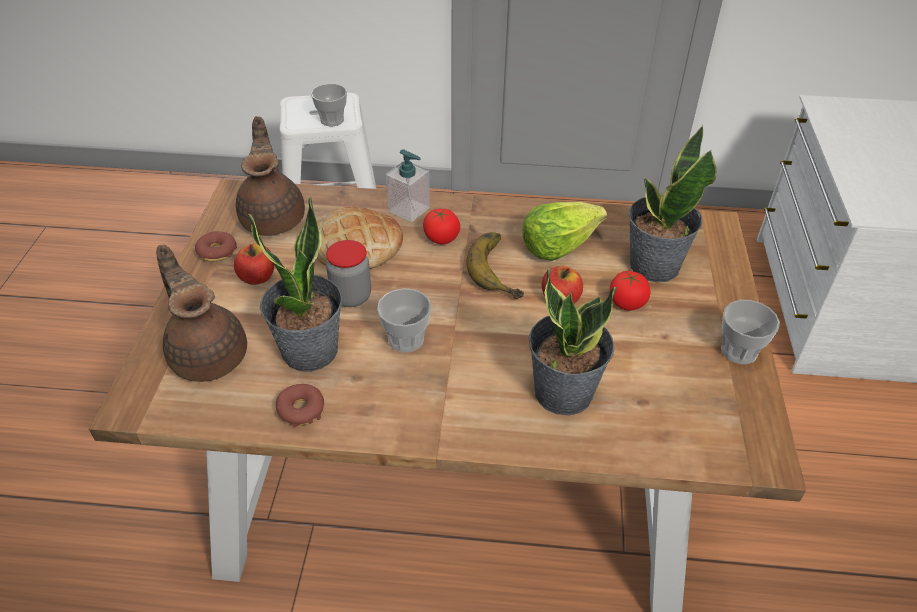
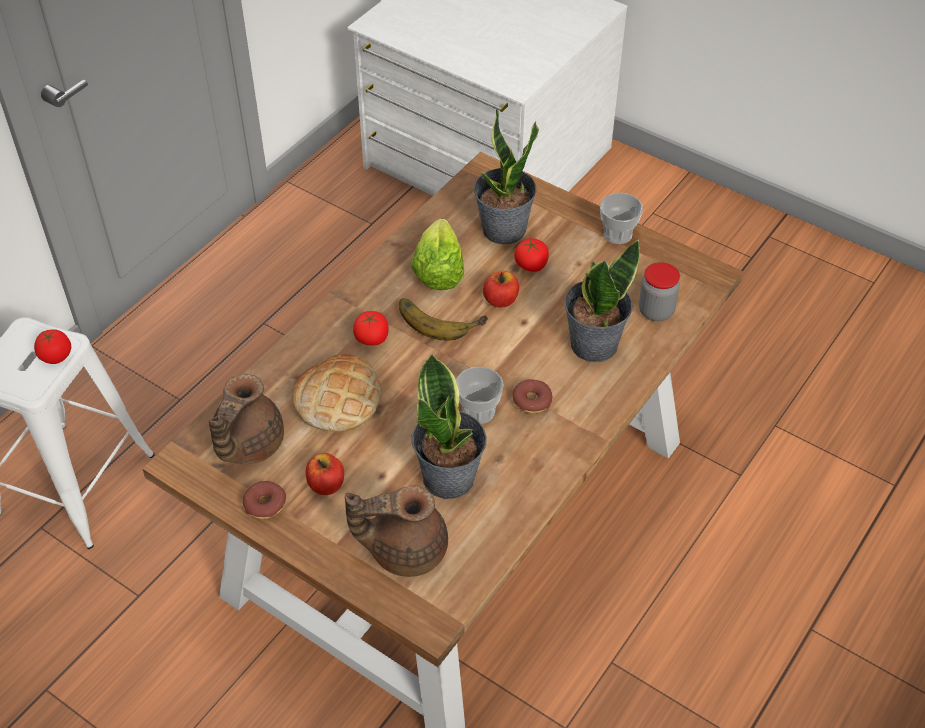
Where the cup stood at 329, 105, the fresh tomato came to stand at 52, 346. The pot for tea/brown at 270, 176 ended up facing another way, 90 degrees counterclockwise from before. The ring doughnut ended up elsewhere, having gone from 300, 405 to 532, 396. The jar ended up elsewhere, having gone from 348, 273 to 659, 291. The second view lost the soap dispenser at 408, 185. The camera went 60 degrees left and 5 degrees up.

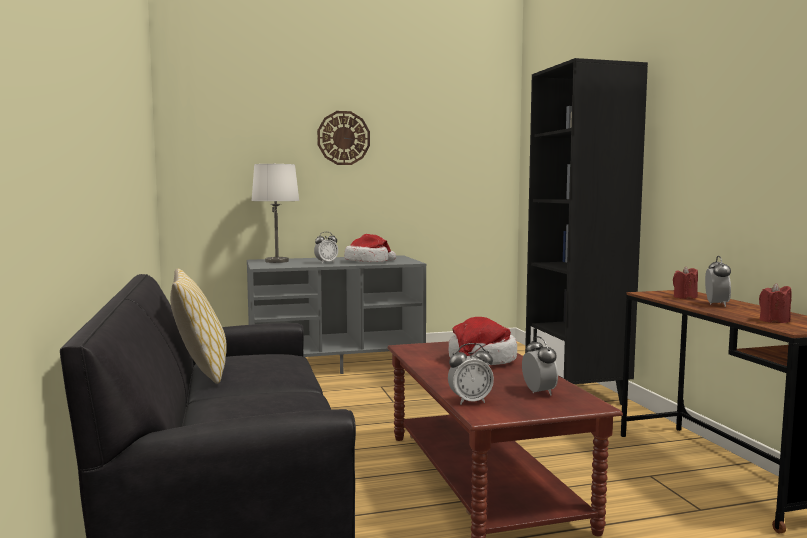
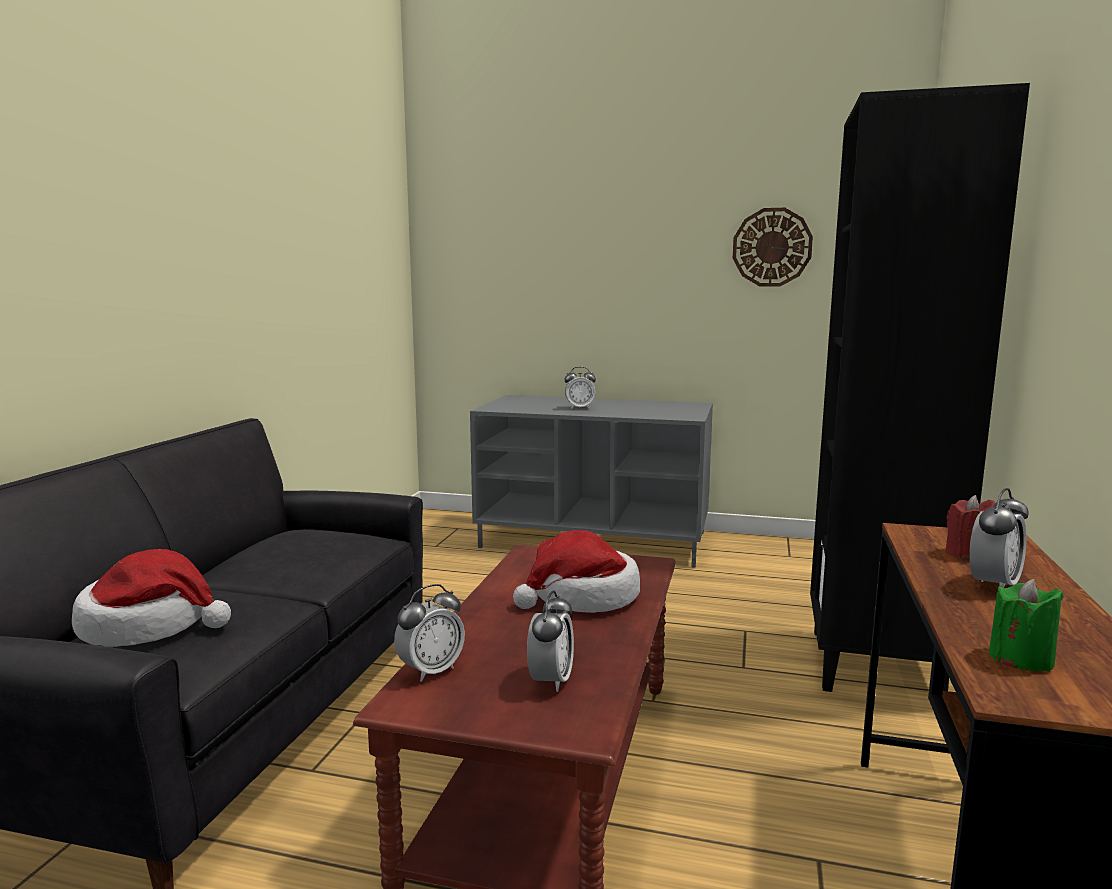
The clothing hat ended up elsewhere, having gone from 370, 248 to 151, 598. The alarm clock at 471, 374 ended up facing another way, 60 degrees counterclockwise from before. The hanging clock ended up elsewhere, having gone from 343, 138 to 773, 247. What was the wax candle/red at 775, 303 turned into the wax candle/green-coloured at 1026, 625. The second view lost the cushion at 198, 326. The second view lost the tabletop lamp/white-coloured at 275, 213. The camera went 30 degrees right and 5 degrees up.

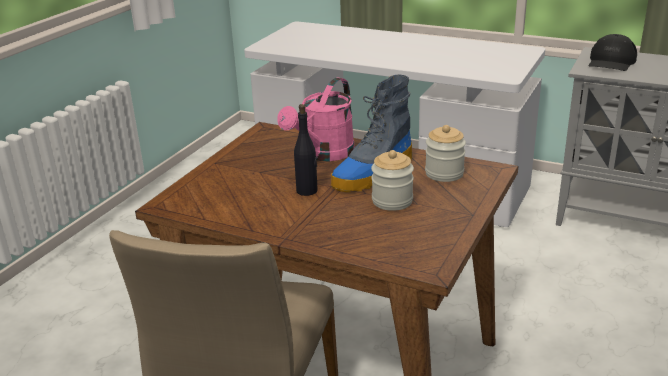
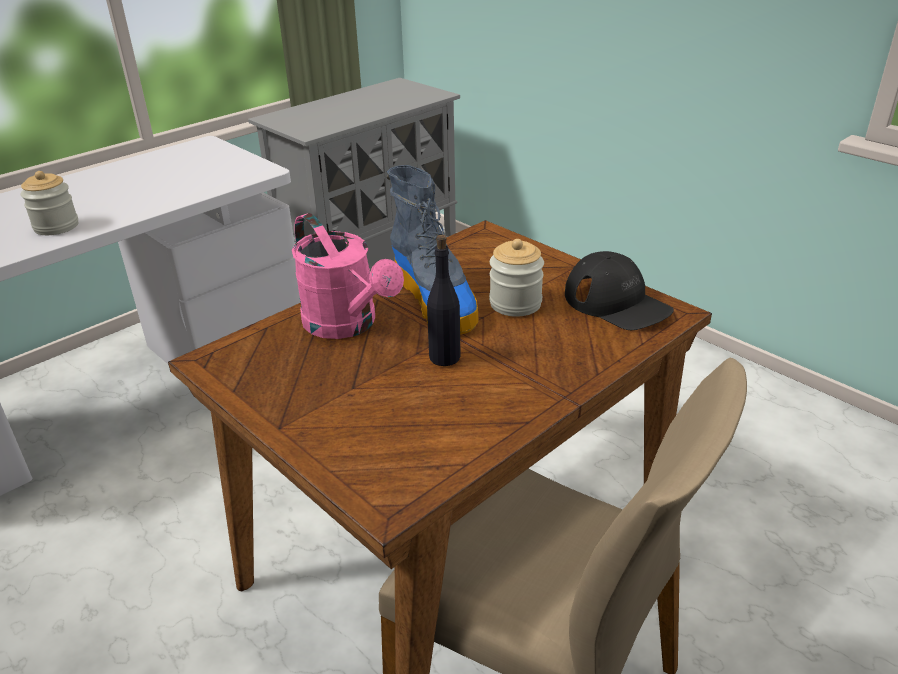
The jar ended up elsewhere, having gone from 445, 153 to 49, 203. The cap/black ended up elsewhere, having gone from 612, 52 to 619, 290. The camera went 70 degrees left and 5 degrees up.

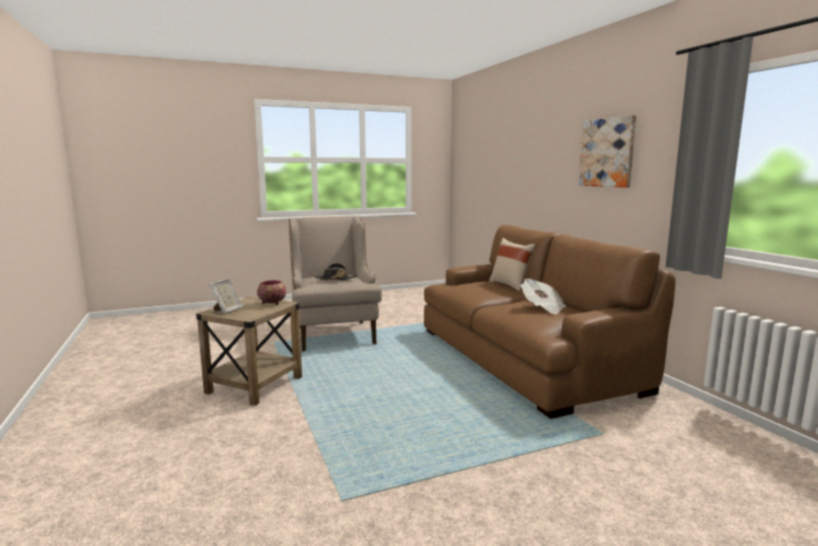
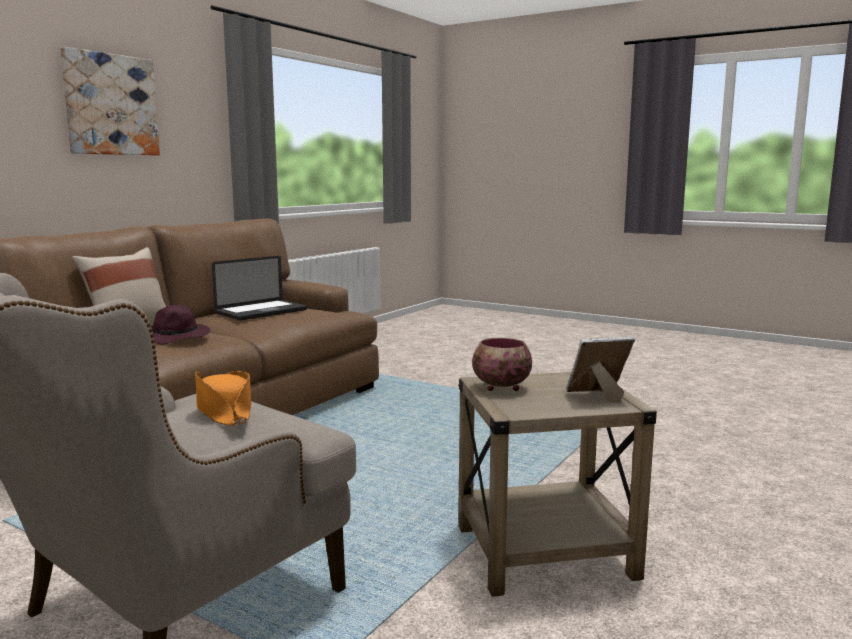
The second view gained the clothing hat/purple-coloured at 180, 324. What was the clothing hat/black at 335, 272 turned into the clothing hat/orange at 223, 398. Where the printed paper stood at 543, 296, the laptop came to stand at 259, 288. The camera went 125 degrees left and 0 degrees up.

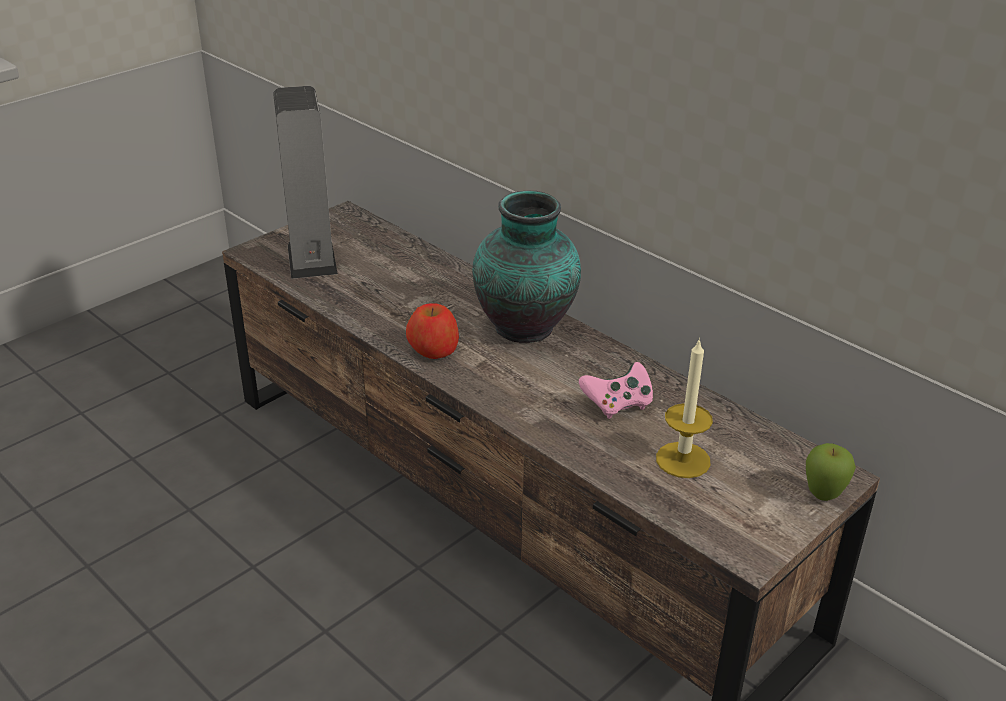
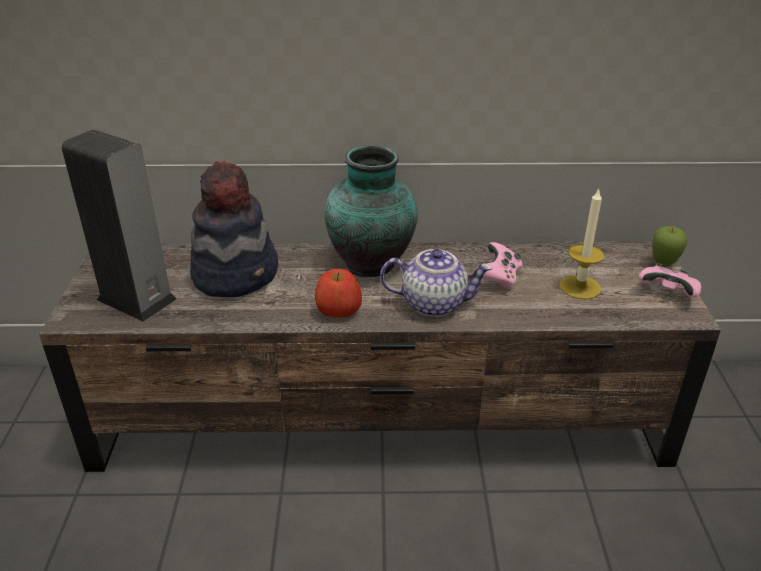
The second view gained the clothing hat at 234, 229. The second view gained the pot for tea at 436, 283. The second view gained the joypad/pinkish at 670, 280. The camera went 45 degrees left and 0 degrees up.

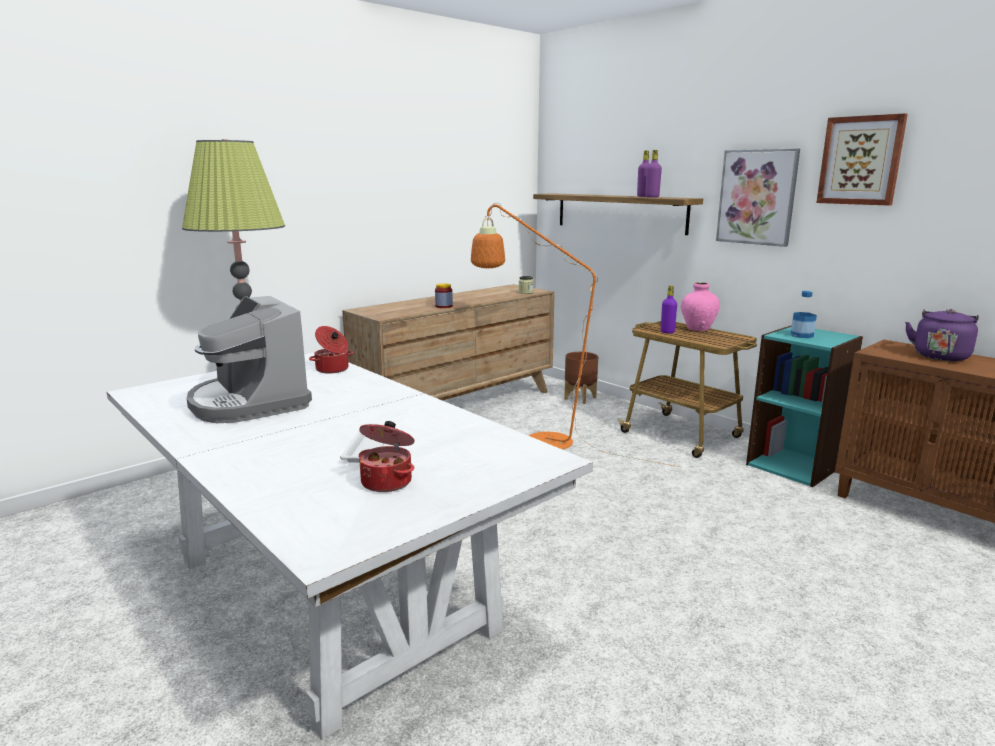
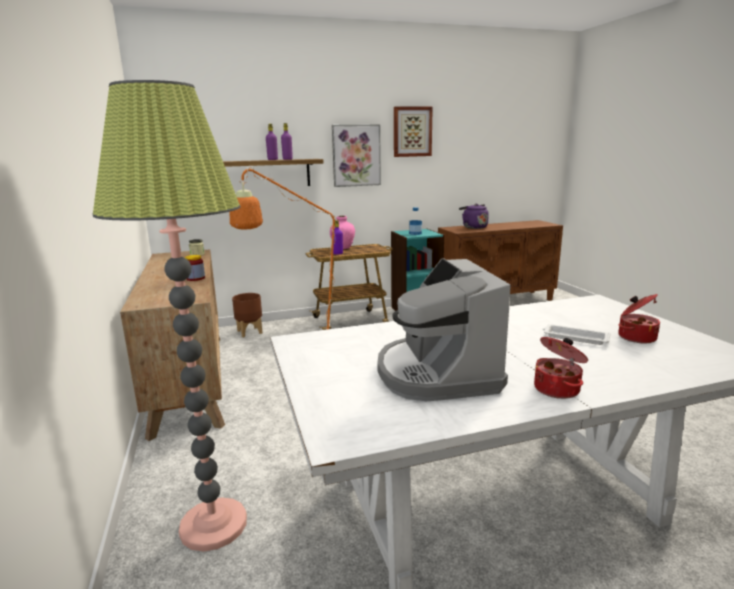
The coffee machine at 249, 359 ended up facing another way, 90 degrees clockwise from before. The saucepot ended up elsewhere, having gone from 331, 349 to 561, 368. The camera went 65 degrees left and 0 degrees up.

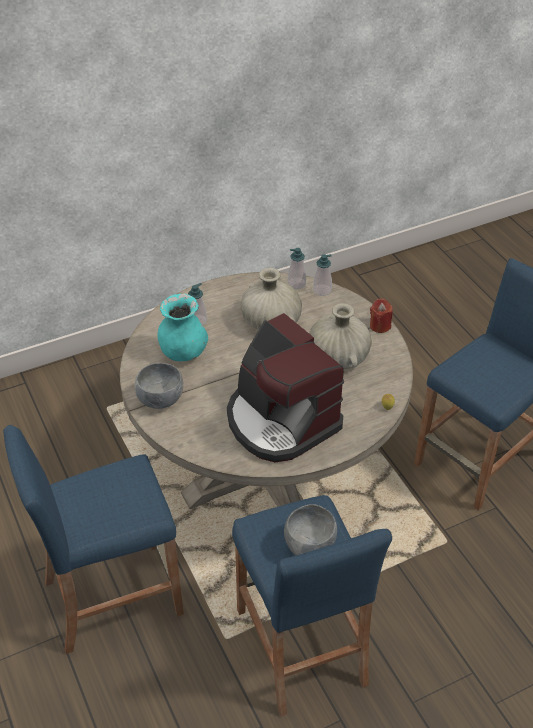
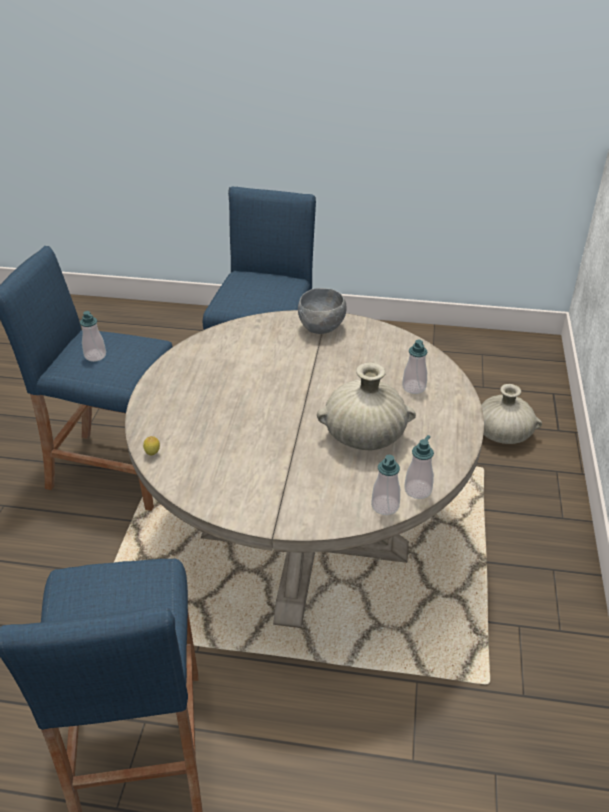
Where the bowl/grey stood at 310, 529, the soap dispenser came to stand at 93, 336. The decorative vase/beige-coloured ended up elsewhere, having gone from 340, 336 to 511, 414. The second view lost the decorative vase/blue-green at 183, 327. The second view lost the coffee machine at 285, 388. The second view lost the wax candle/red at 381, 316. The camera went 125 degrees right and 5 degrees down.

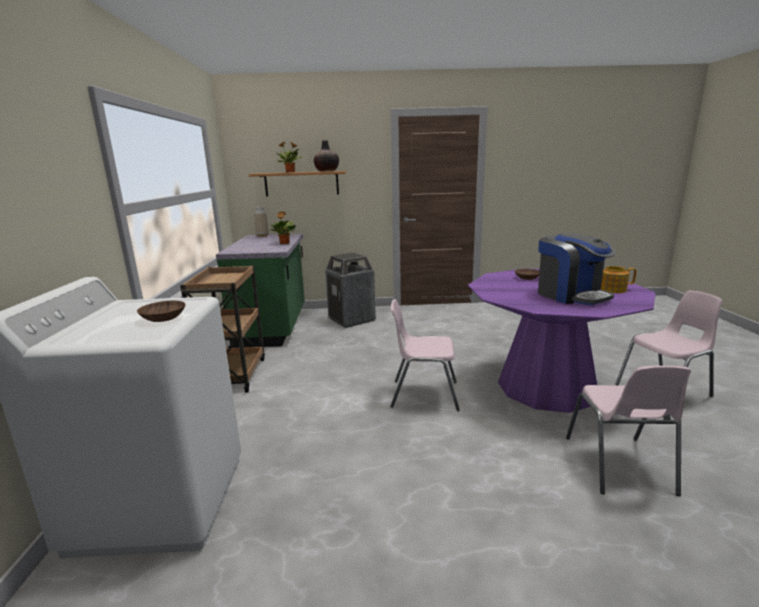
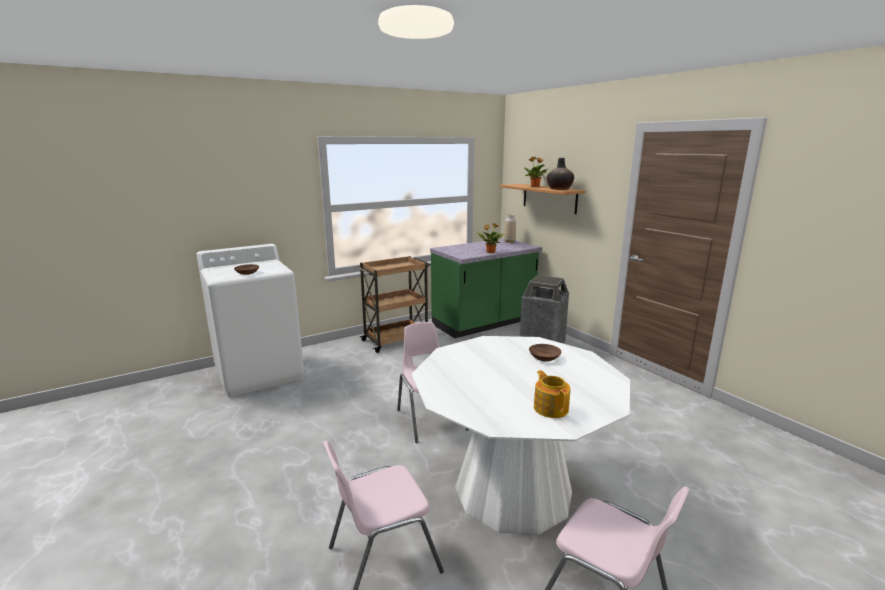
What was the dinner table/purple-coloured at 561, 340 turned into the dinner table/white-coloured at 521, 435. The second view lost the coffee machine at 577, 269. The camera went 60 degrees right and 0 degrees up.

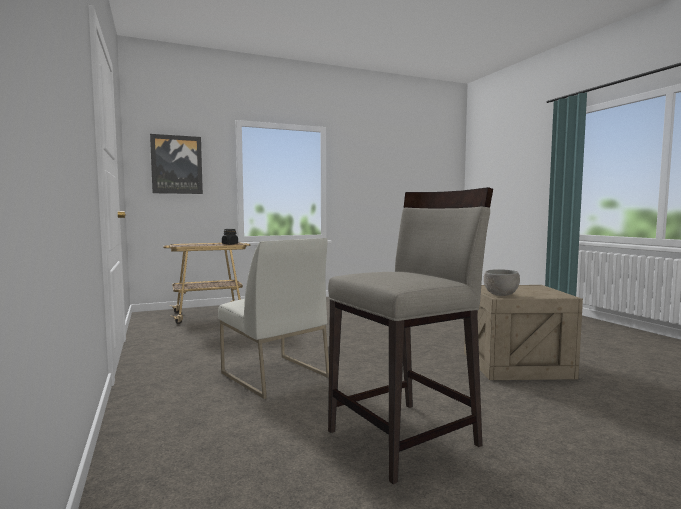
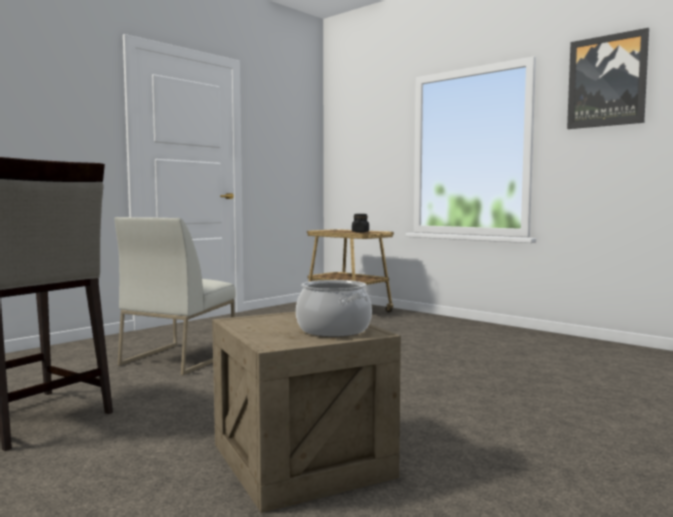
The second view gained the saucepot at 334, 308. The wall art ended up elsewhere, having gone from 176, 164 to 608, 78. The second view lost the bowl/grey at 502, 282. The camera went 65 degrees right and 0 degrees up.

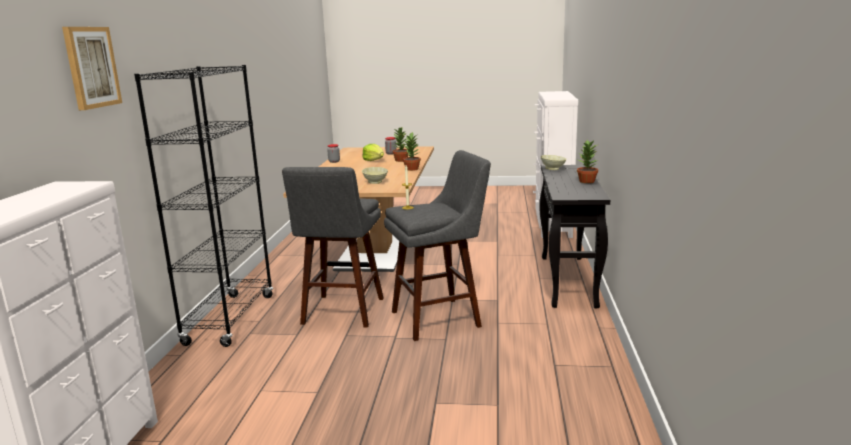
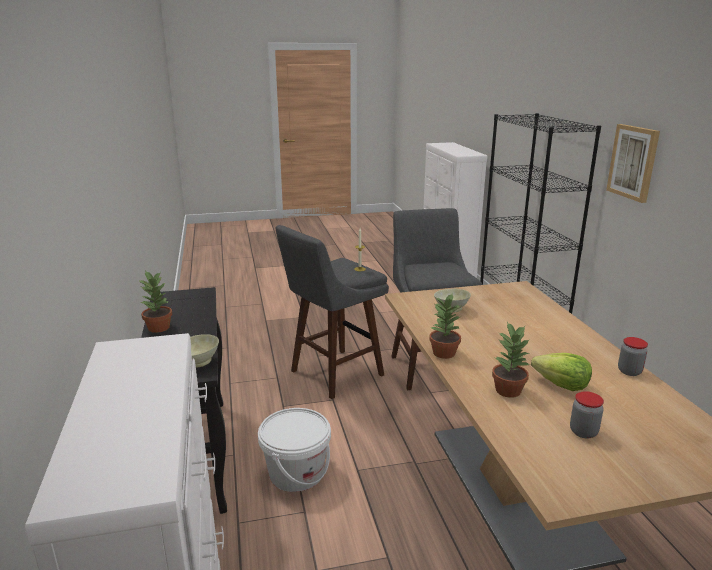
The second view gained the bucket/white-coloured at 294, 450. The wall art ended up elsewhere, having gone from 92, 68 to 633, 163. The camera went 160 degrees right and 5 degrees up.

